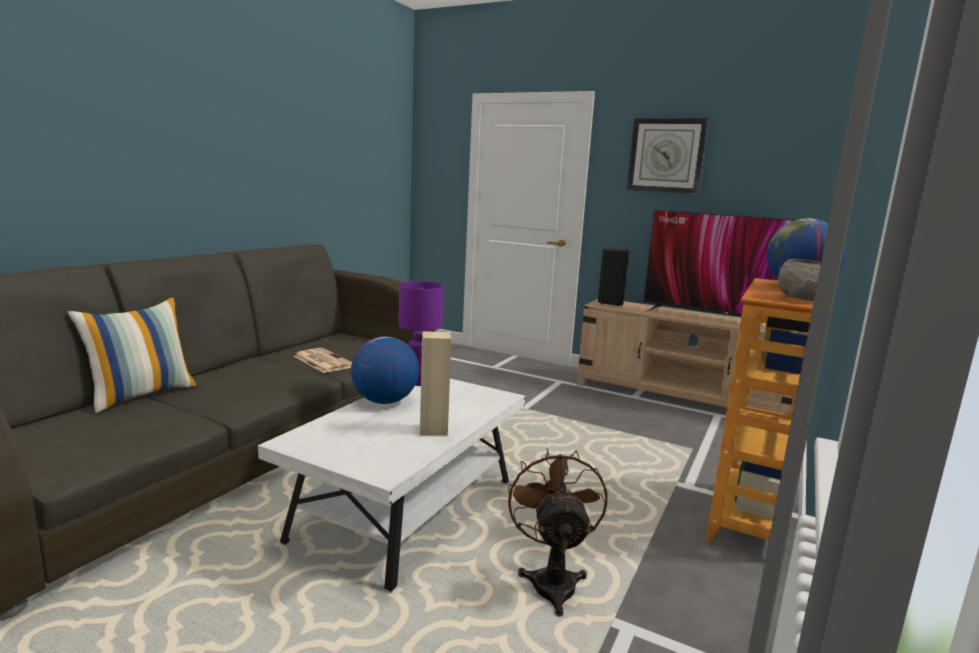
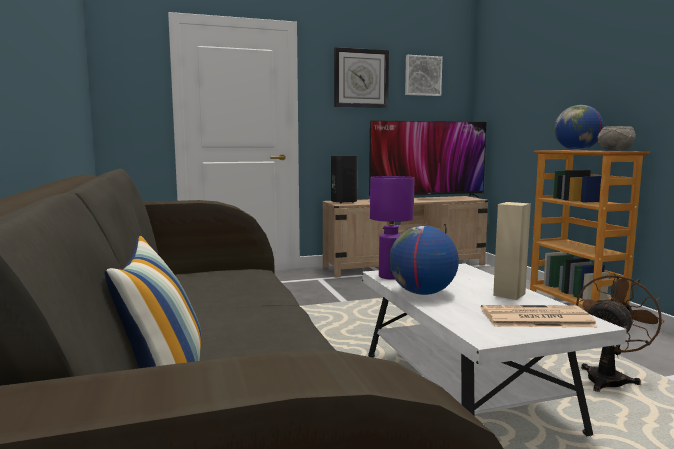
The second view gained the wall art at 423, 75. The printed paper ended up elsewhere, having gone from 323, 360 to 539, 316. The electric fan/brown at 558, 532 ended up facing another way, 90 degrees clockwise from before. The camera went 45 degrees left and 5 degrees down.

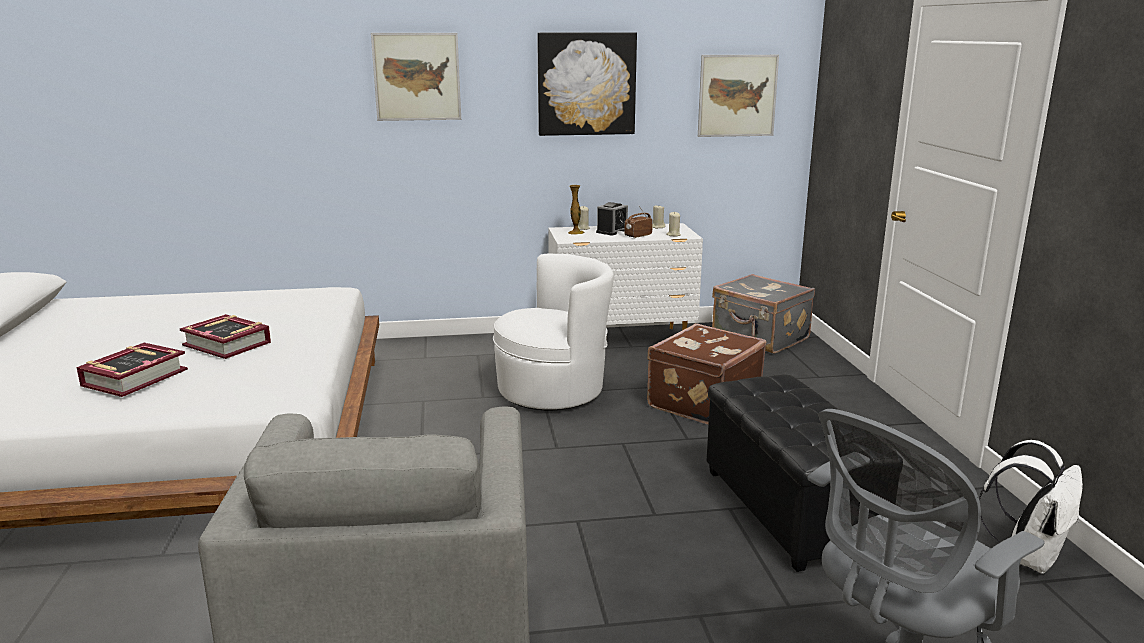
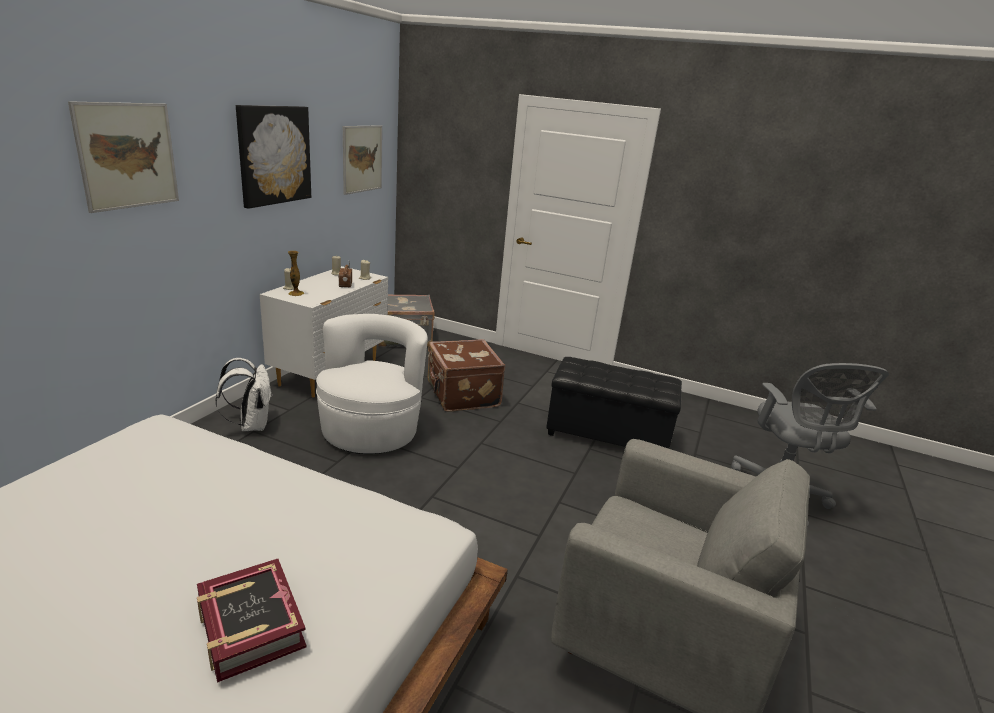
The backpack/white-coloured ended up elsewhere, having gone from 1031, 507 to 243, 394. The second view lost the book at 225, 336. The second view lost the alarm clock at 612, 218. The camera went 60 degrees left and 5 degrees up.

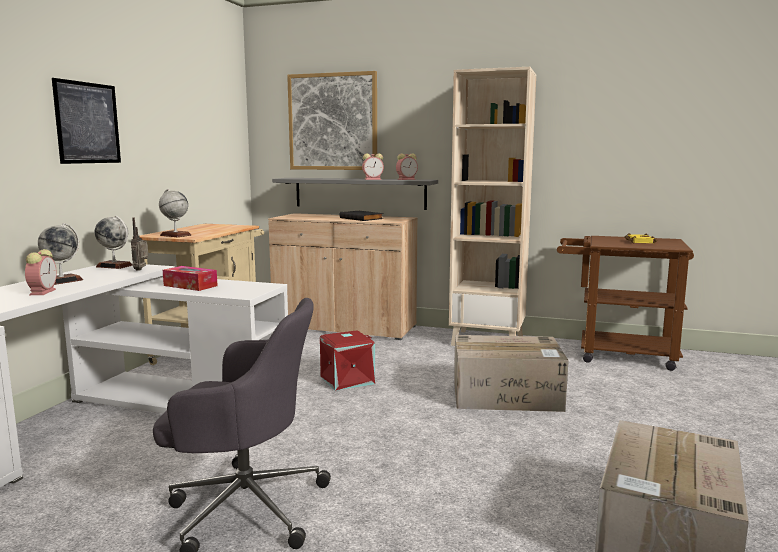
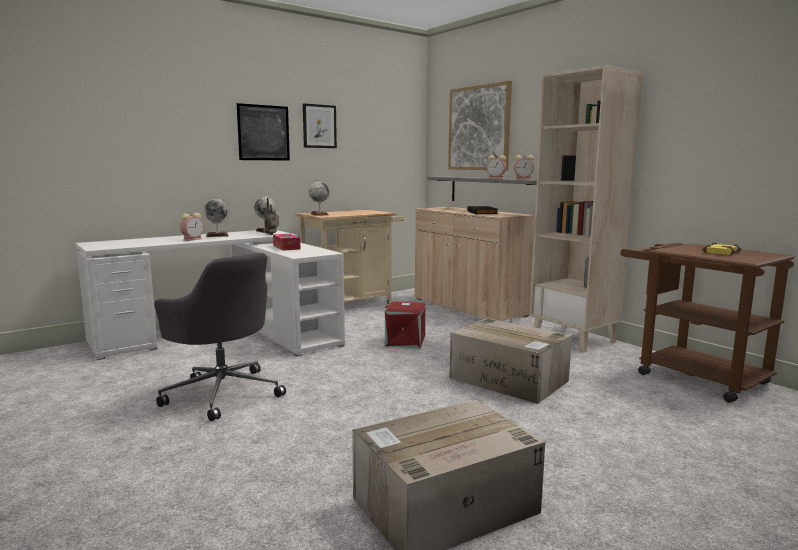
The second view gained the wall art at 320, 125. The camera went 35 degrees right and 0 degrees up.

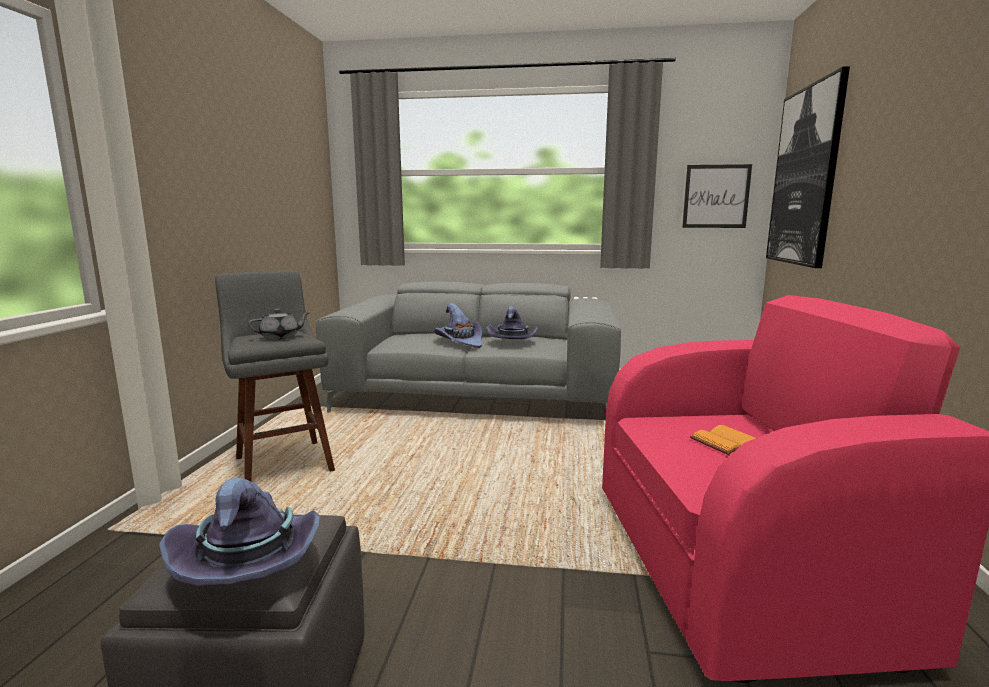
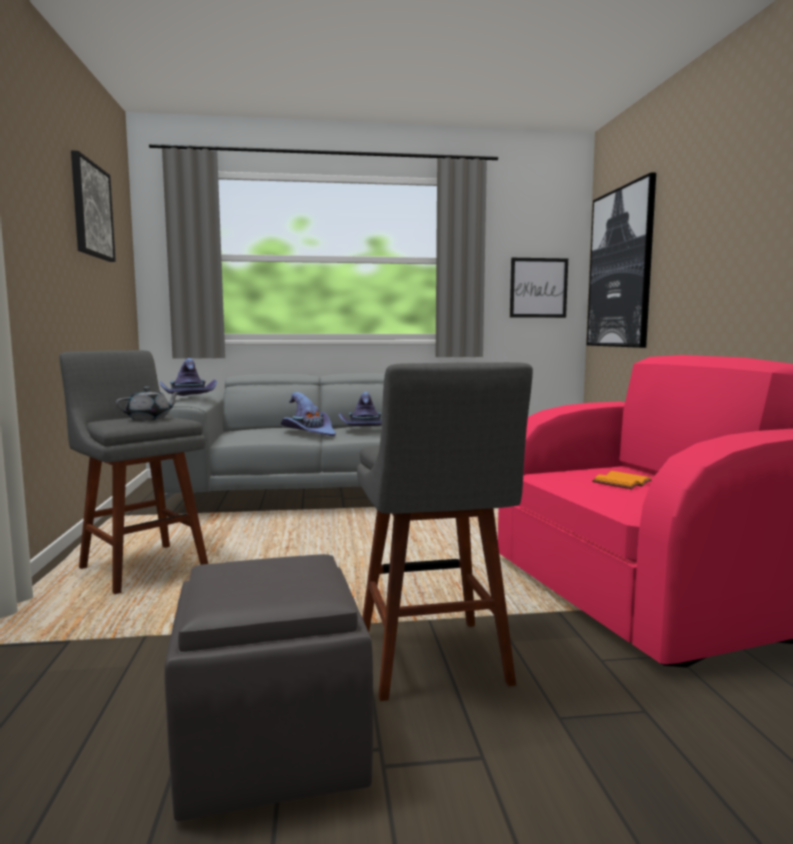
The second view gained the wall art at 93, 206. The clothing hat/purple-coloured ended up elsewhere, having gone from 239, 532 to 188, 377. The second view gained the sitting stool/grey at 445, 531. The camera went 15 degrees left and 5 degrees down.

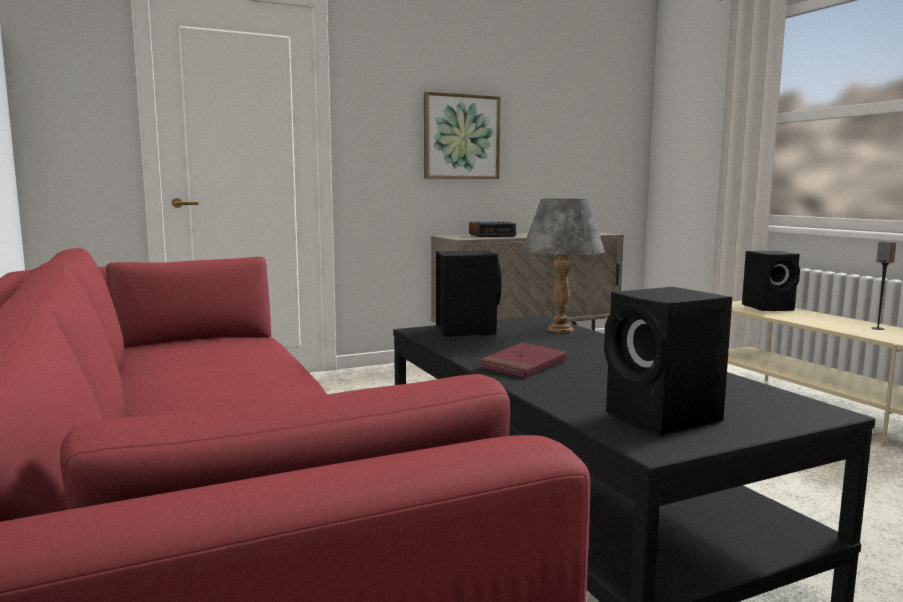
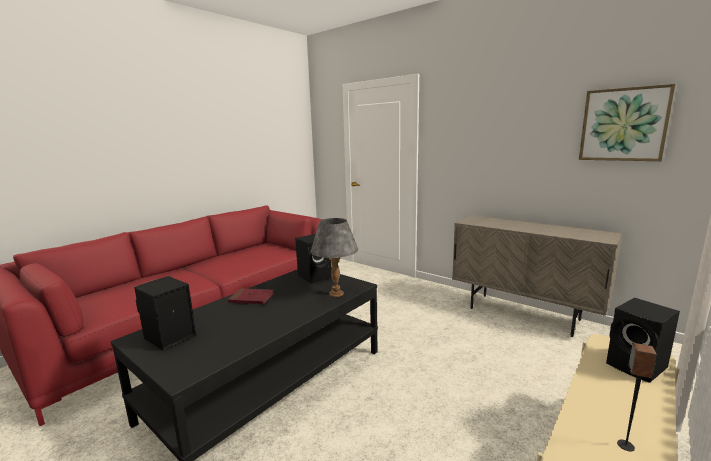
The wall art ended up elsewhere, having gone from 462, 135 to 627, 122. The second view lost the alarm clock at 492, 229. The camera went 65 degrees right and 5 degrees up.

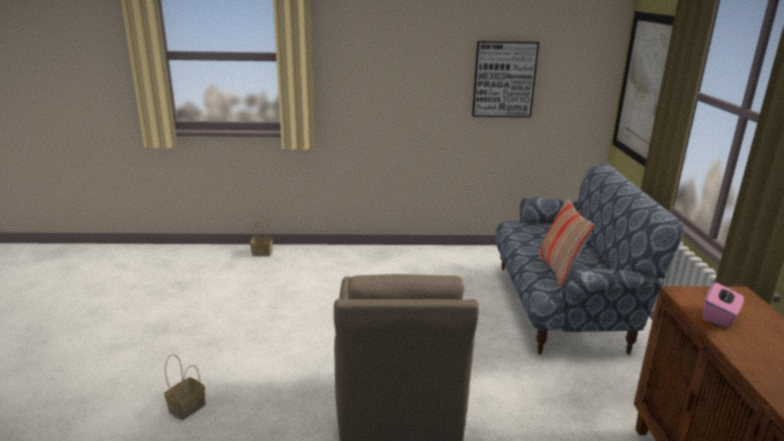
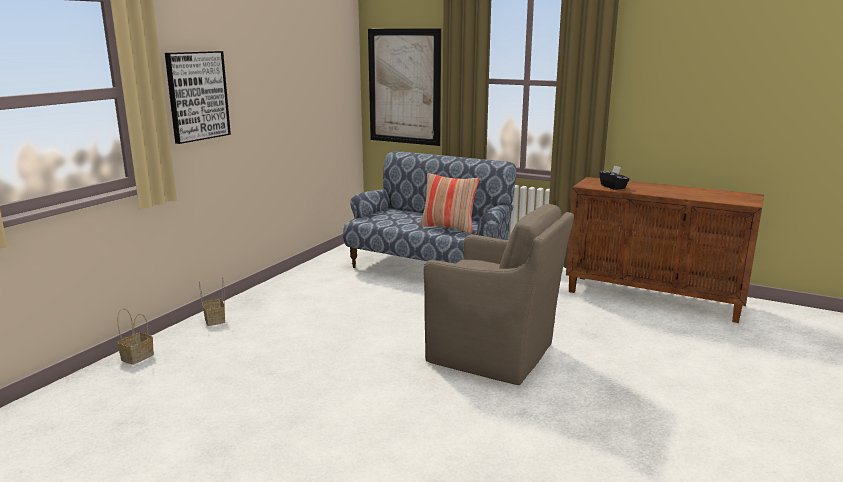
The wall art ended up elsewhere, having gone from 505, 79 to 198, 97. The household basket ended up elsewhere, having gone from 184, 387 to 212, 301. What was the box of tissues/pinkish at 723, 305 turned into the box of tissues/black at 614, 177. The camera went 60 degrees left and 5 degrees down.

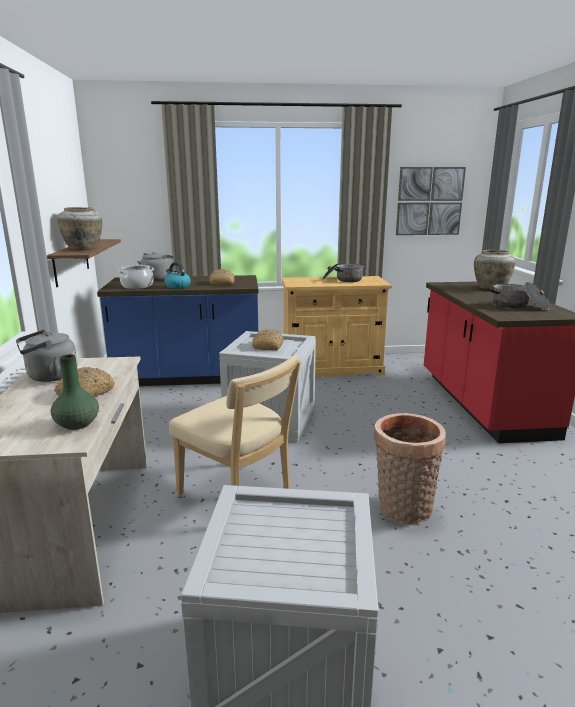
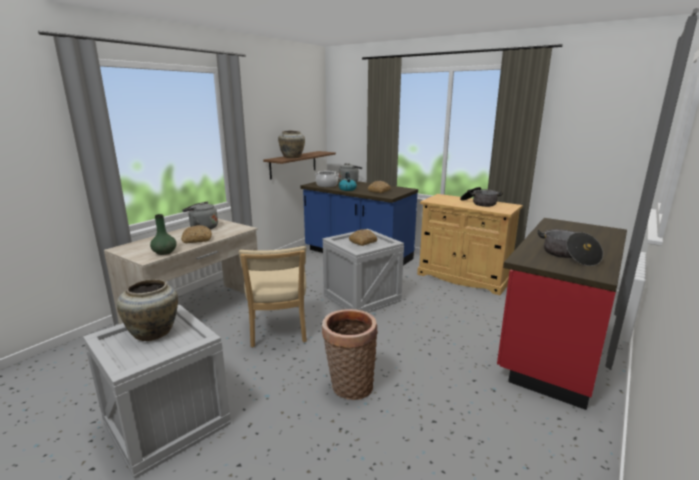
The decorative vase/beige-coloured ended up elsewhere, having gone from 495, 269 to 147, 310. The second view lost the wall art at 431, 201. The camera went 40 degrees right and 0 degrees up.

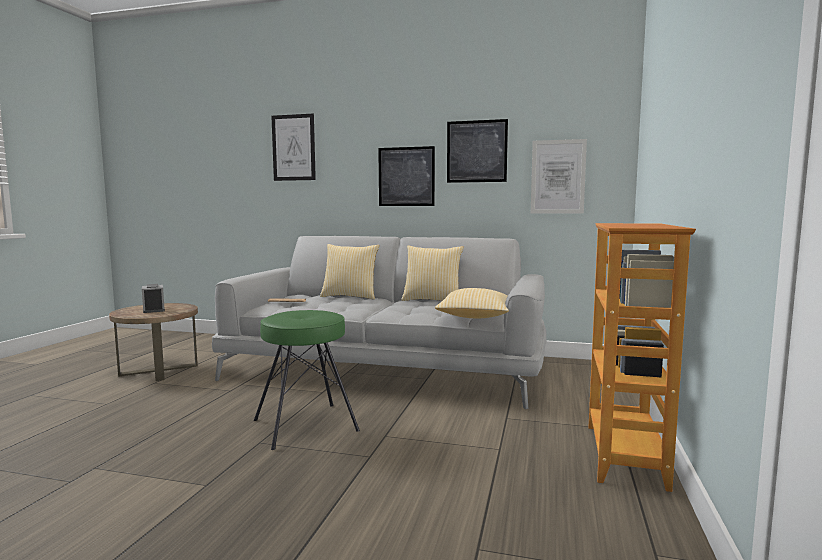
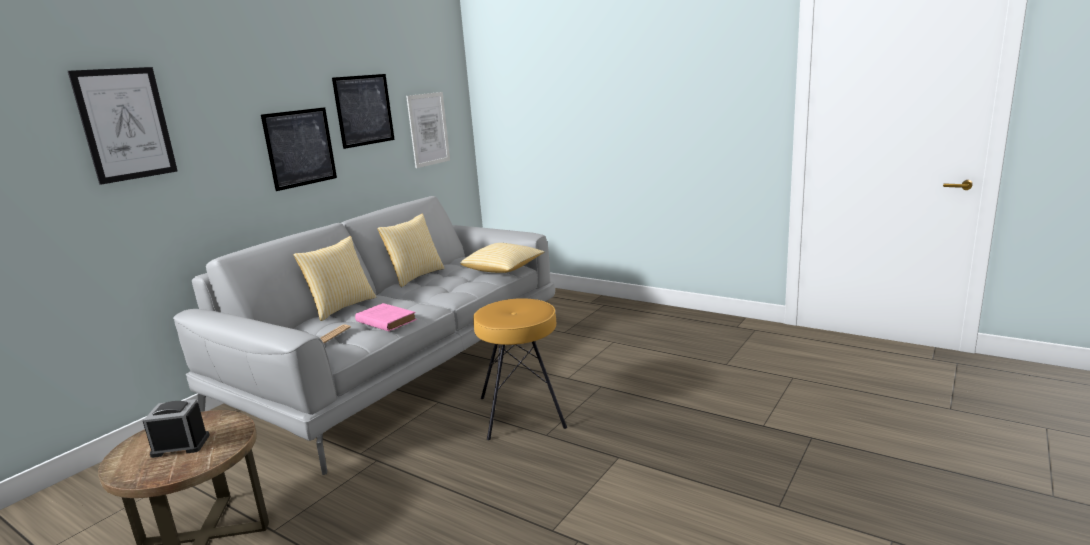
The second view gained the book/pinkish at 385, 317. What was the sitting stool/green-coloured at 307, 380 turned into the sitting stool/brown at 520, 369. The second view lost the bookshelf at 642, 357. The camera went 70 degrees left and 10 degrees up.

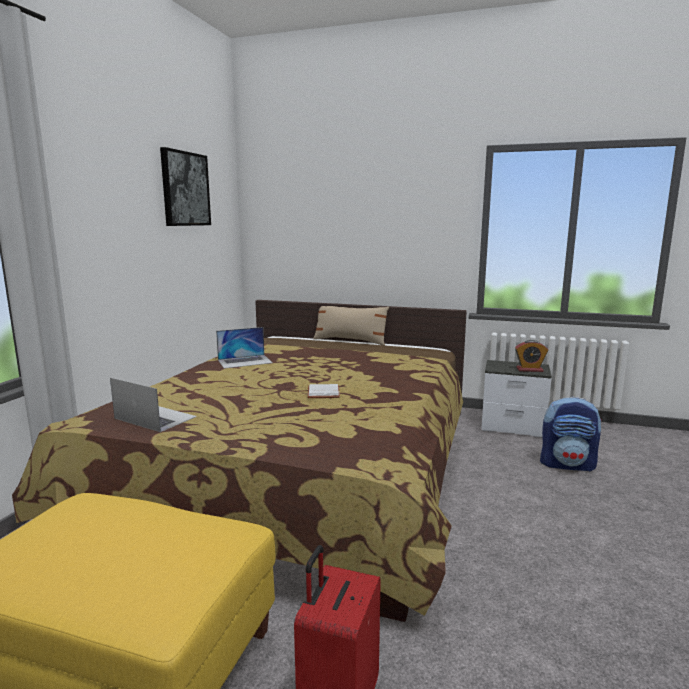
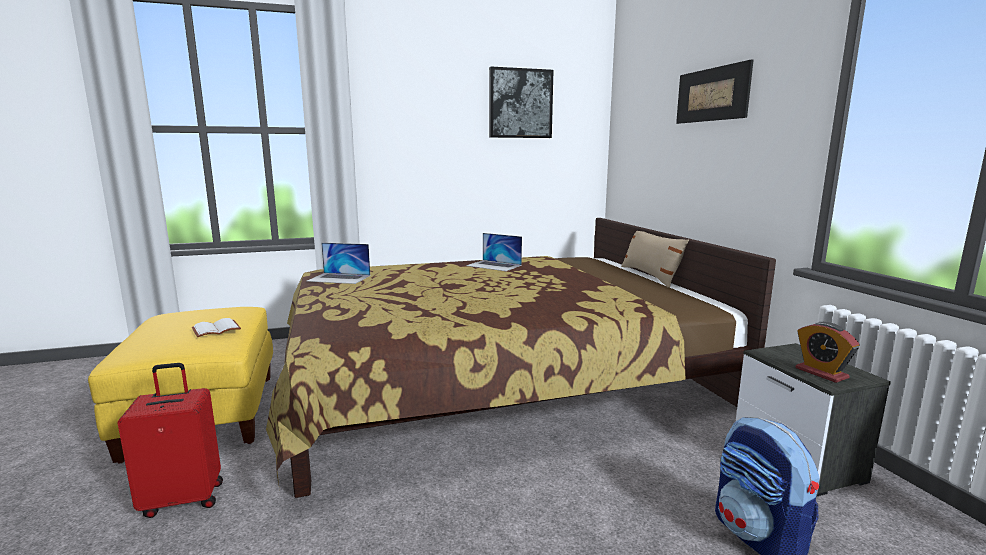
The book/white-coloured ended up elsewhere, having gone from 323, 391 to 216, 327. The laptop at 153, 405 ended up facing another way, 105 degrees clockwise from before. The second view gained the wall art at 715, 91. The camera went 55 degrees right and 0 degrees up.

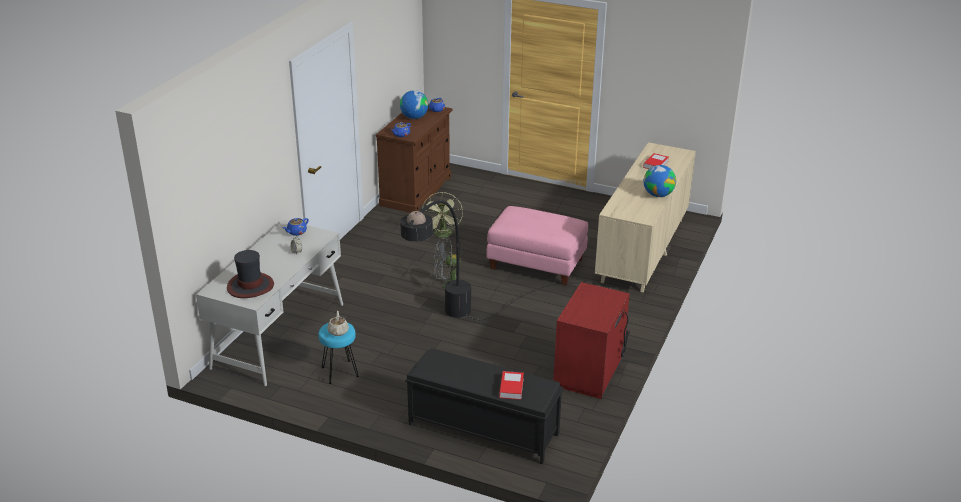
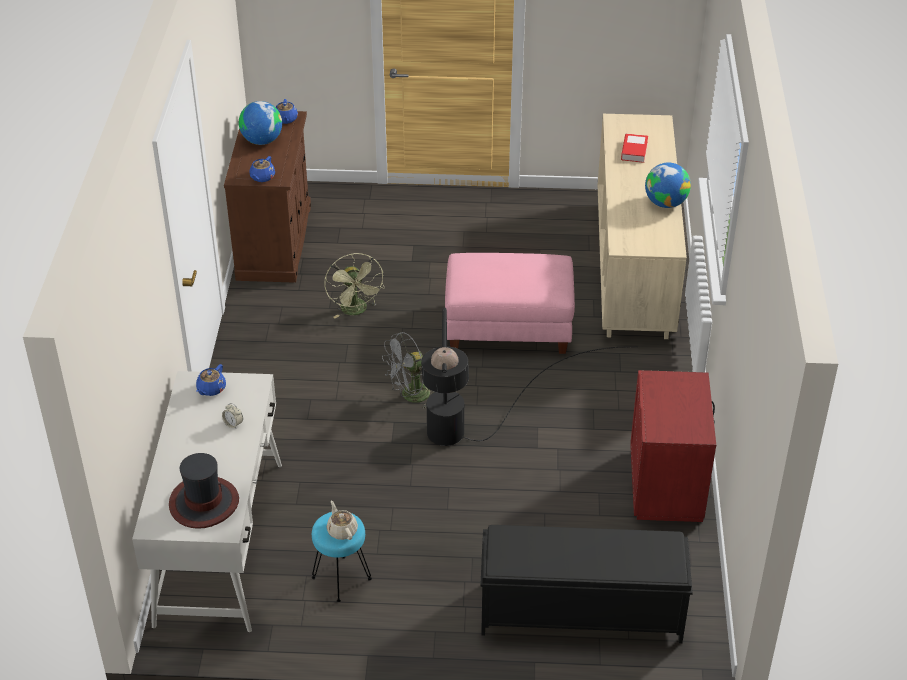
The second view lost the book at 511, 385. The camera went 20 degrees left and 10 degrees up.

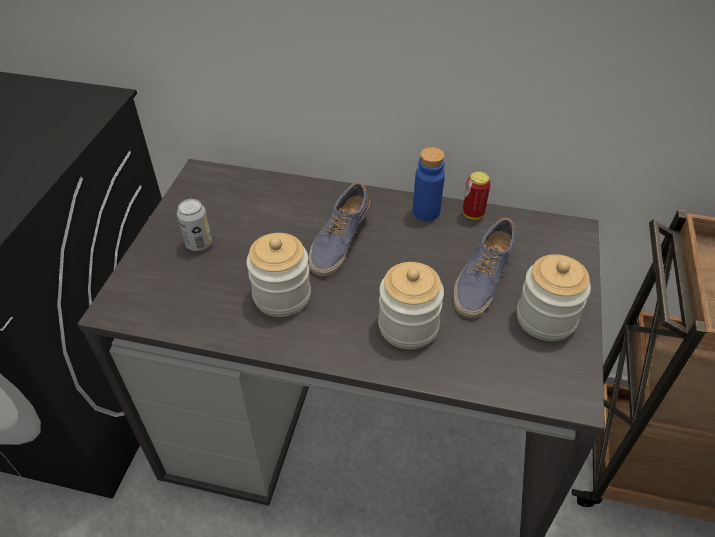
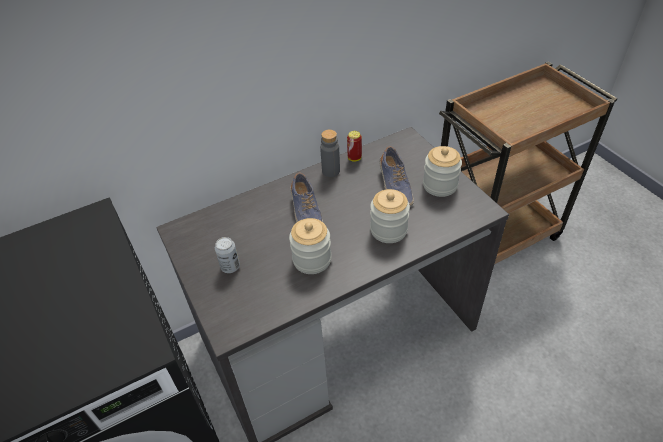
What was the drink bottle/blue at 429, 184 turned into the drink bottle/grey at 330, 153. The camera went 40 degrees left and 0 degrees up.

